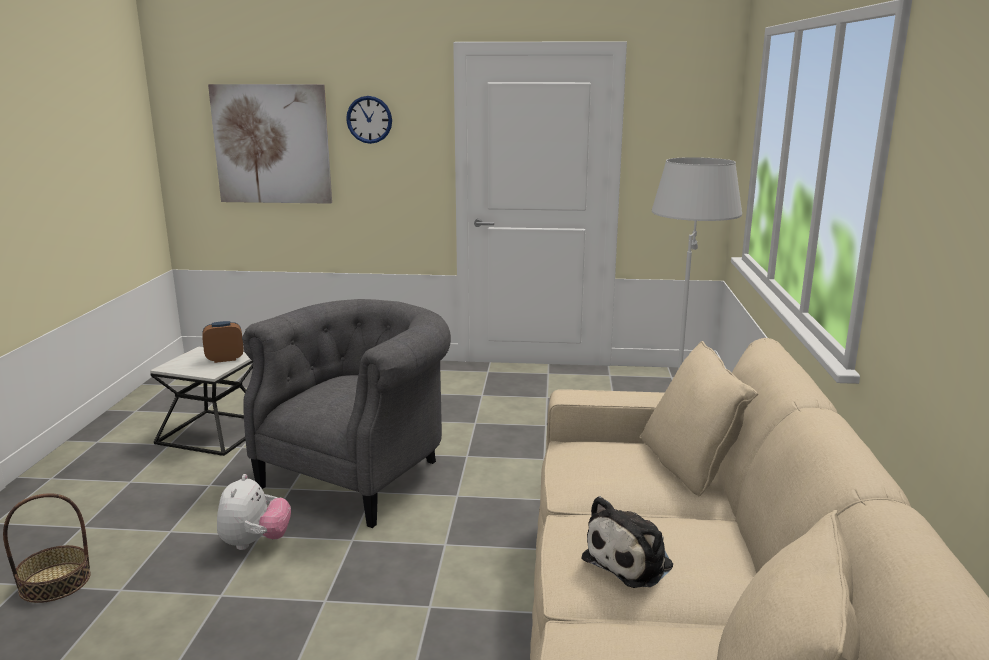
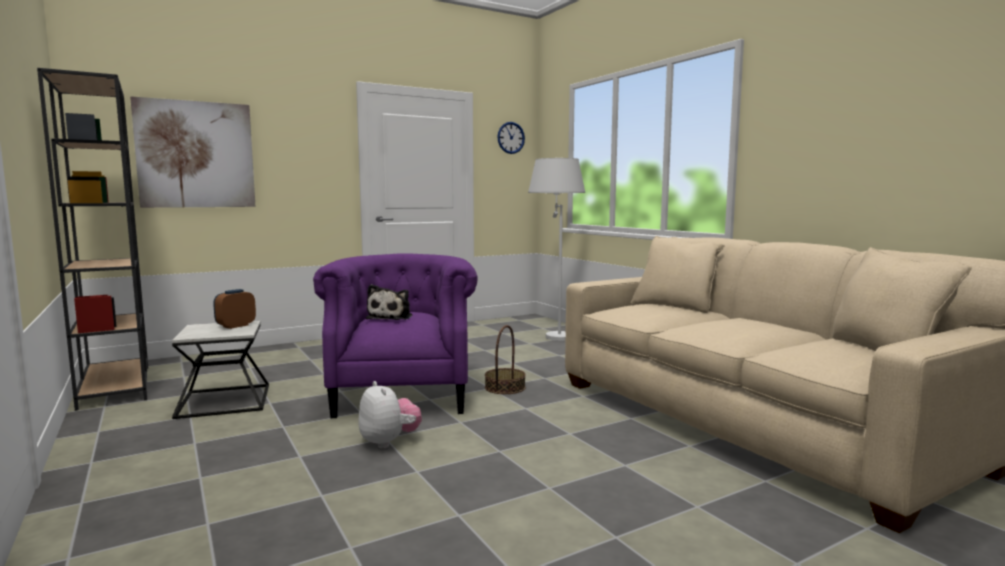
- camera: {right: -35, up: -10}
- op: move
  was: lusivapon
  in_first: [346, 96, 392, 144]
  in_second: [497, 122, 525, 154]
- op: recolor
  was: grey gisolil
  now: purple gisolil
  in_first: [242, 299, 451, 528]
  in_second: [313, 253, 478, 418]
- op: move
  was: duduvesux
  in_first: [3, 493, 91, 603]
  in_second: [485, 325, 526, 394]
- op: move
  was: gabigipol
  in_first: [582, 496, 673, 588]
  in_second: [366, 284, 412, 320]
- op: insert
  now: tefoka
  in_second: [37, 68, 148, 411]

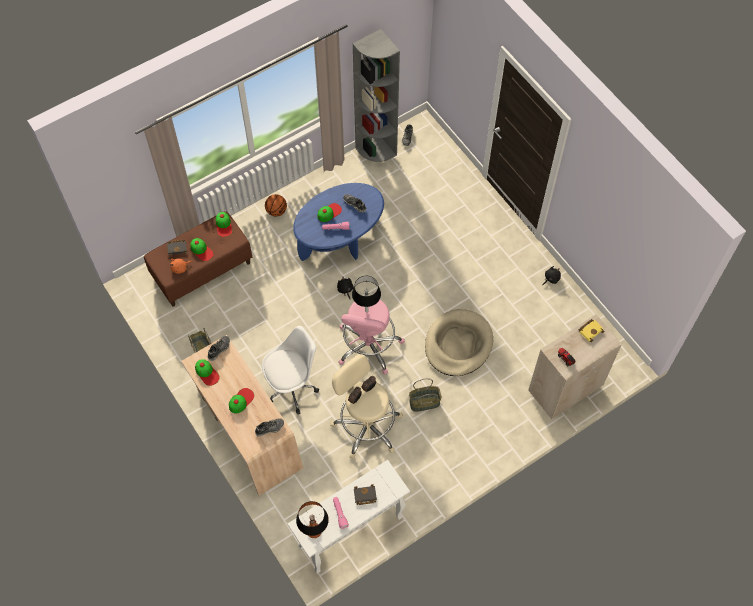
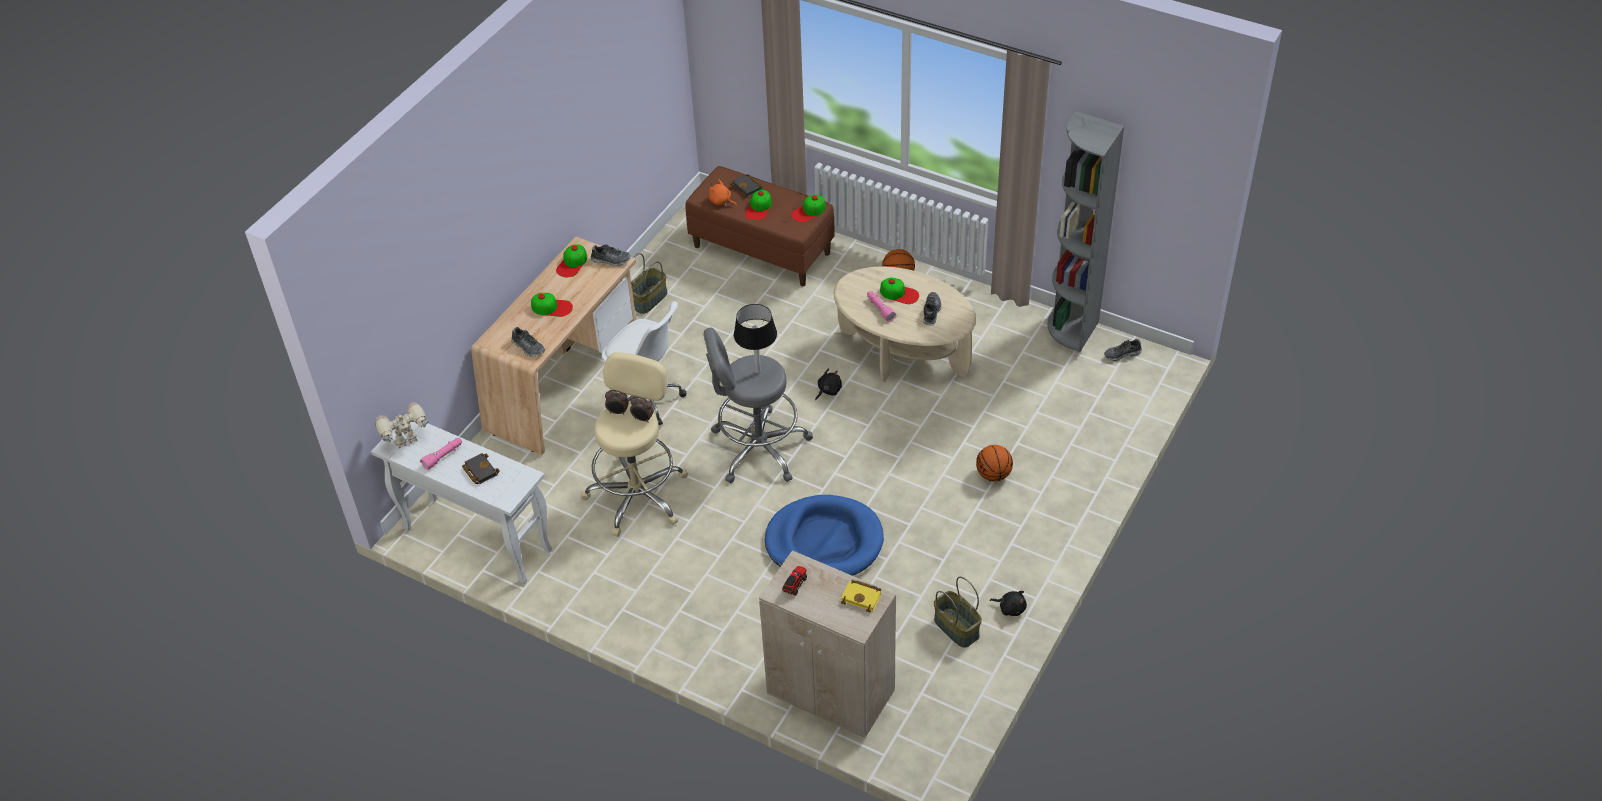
- camera: {right: 65, up: -15}
- op: recolor
  was: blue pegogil
  now: beige pegogil
  in_first: [293, 183, 384, 261]
  in_second: [834, 267, 976, 382]
- op: recolor
  was: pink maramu
  now: grey maramu
  in_first: [338, 300, 405, 374]
  in_second: [703, 327, 813, 483]
- op: recolor
  was: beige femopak
  now: blue femopak
  in_first: [425, 309, 493, 376]
  in_second: [765, 495, 884, 576]
- op: move
  was: duduvesux
  in_first: [409, 378, 442, 412]
  in_second: [934, 577, 982, 648]
- op: replace
  was: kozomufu
  now: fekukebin
  in_first: [296, 501, 329, 538]
  in_second: [375, 402, 428, 448]
- op: insert
  now: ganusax
  in_second: [976, 445, 1013, 481]

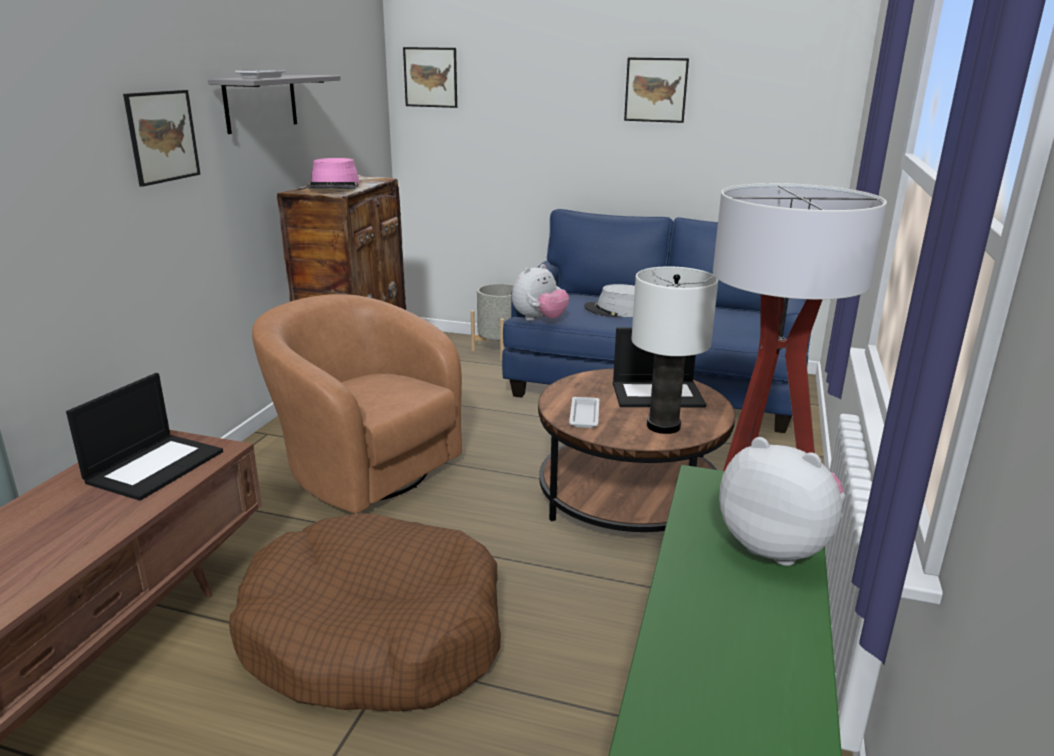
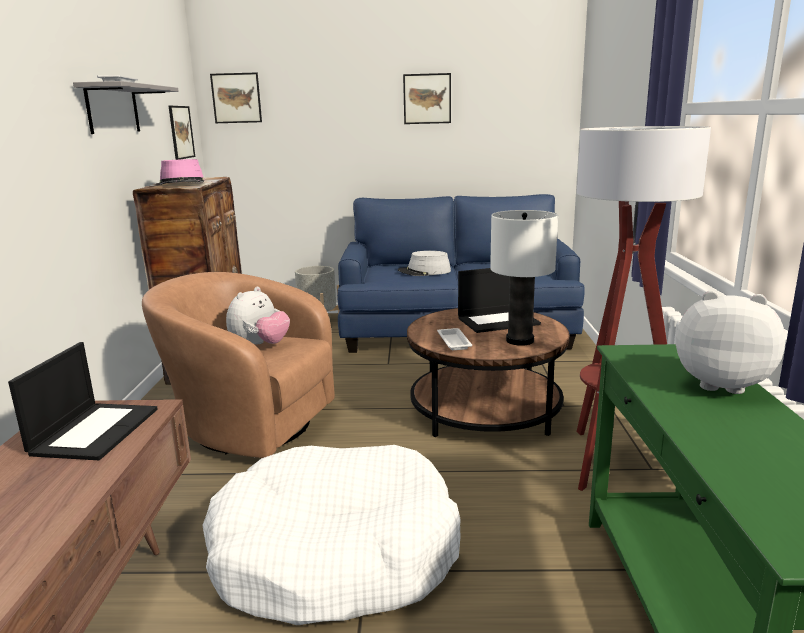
- camera: {right: -15, up: -5}
- op: move
  was: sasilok
  in_first: [123, 90, 200, 187]
  in_second: [169, 106, 195, 160]
- op: move
  was: gabigipol
  in_first: [512, 264, 570, 321]
  in_second: [226, 287, 290, 344]
- op: recolor
  was: brown femopak
  now: white femopak
  in_first: [229, 513, 501, 712]
  in_second: [202, 445, 461, 625]

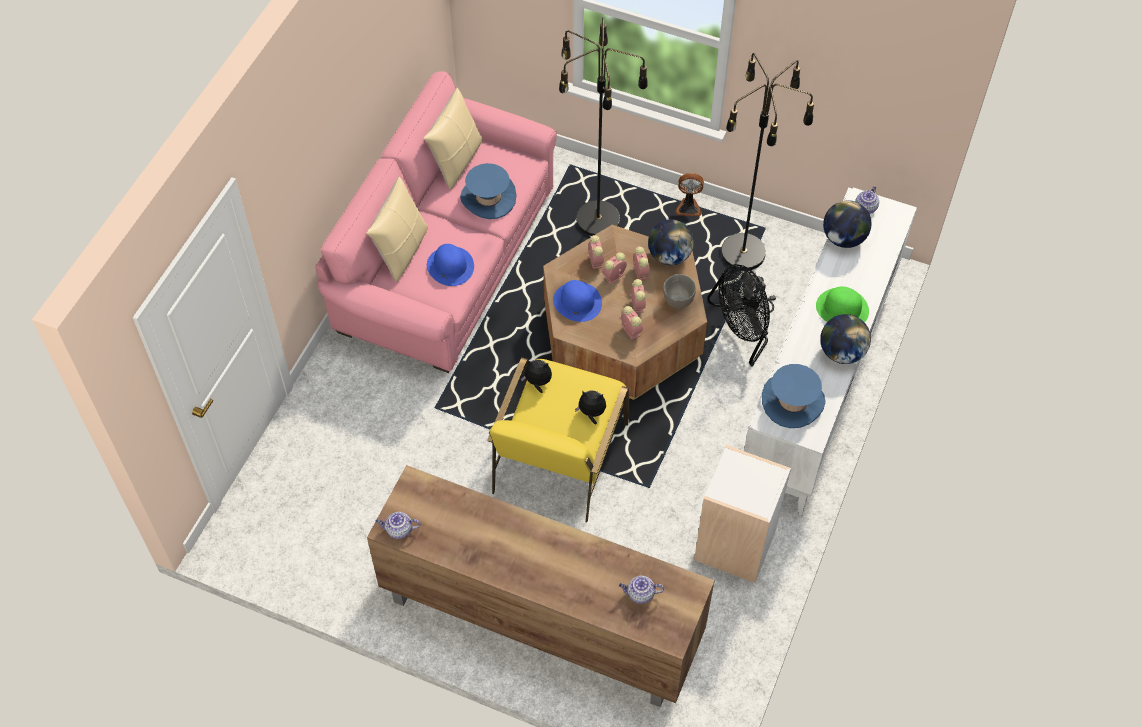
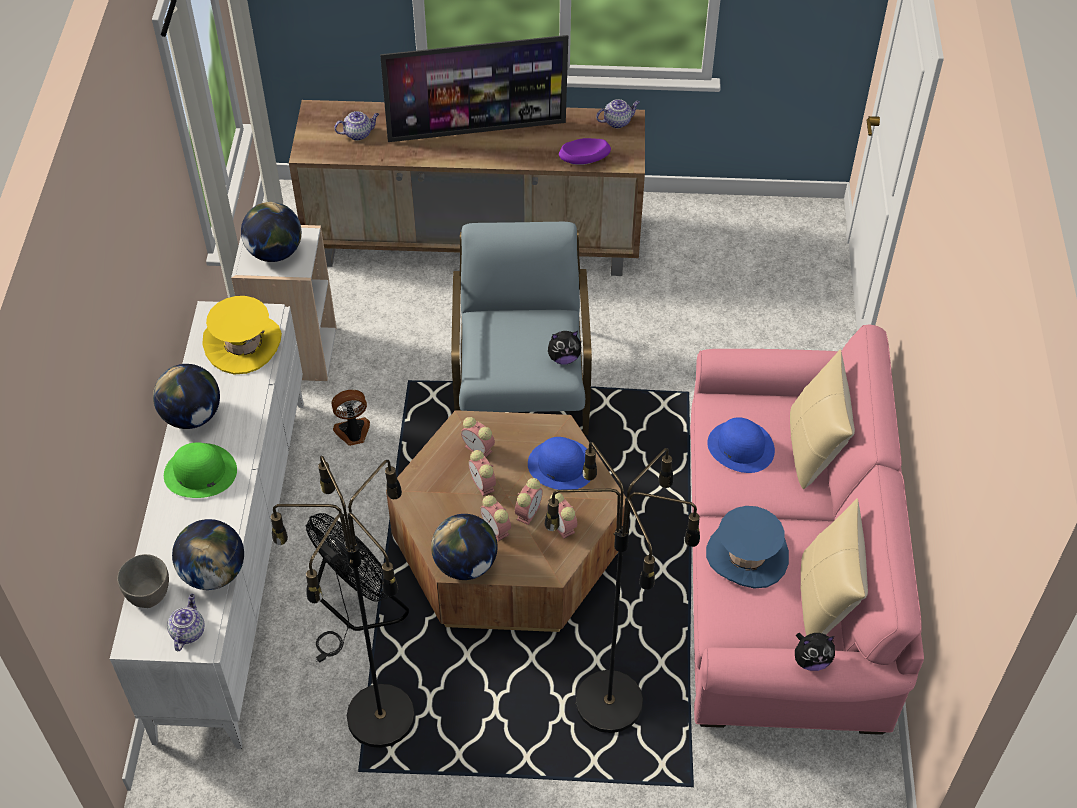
- camera: {right: 160, up: -5}
- op: move
  was: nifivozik
  in_first: [675, 173, 704, 216]
  in_second: [331, 390, 370, 446]
- op: move
  was: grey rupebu
  in_first: [663, 274, 696, 309]
  in_second: [117, 554, 169, 608]
- op: recolor
  was: yellow gisolil
  now: blue gisolil
  in_first: [487, 357, 629, 523]
  in_second: [451, 222, 592, 435]
- op: recolor
  was: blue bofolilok
  now: yellow bofolilok
  in_first: [762, 364, 826, 428]
  in_second: [202, 296, 282, 375]
- op: move
  was: gabigipol
  in_first: [575, 391, 606, 424]
  in_second: [795, 633, 835, 671]
- op: insert
  now: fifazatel
  in_second: [380, 35, 568, 142]
- op: insert
  now: purple rupebu
  in_second: [559, 138, 611, 165]
- op: insert
  now: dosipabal
  in_second: [241, 202, 302, 262]

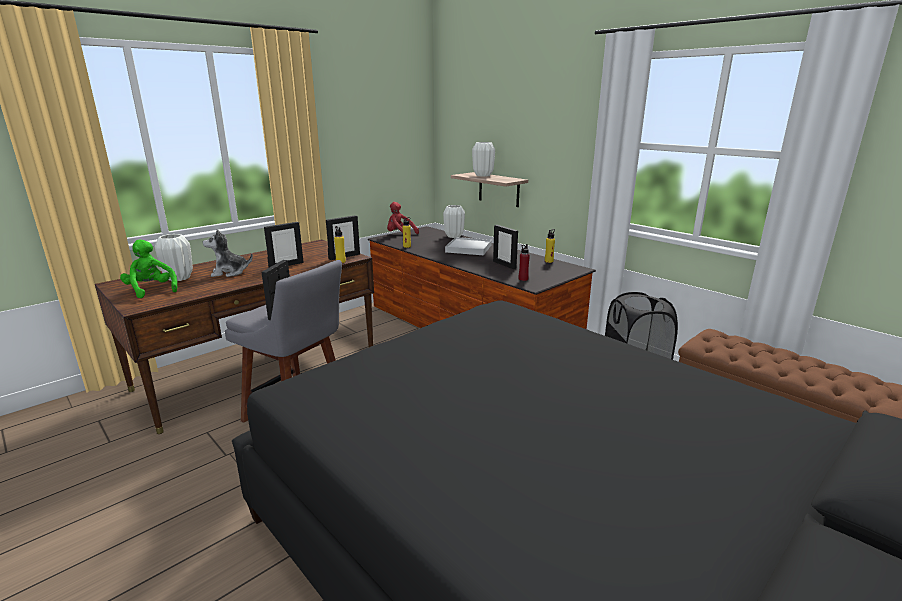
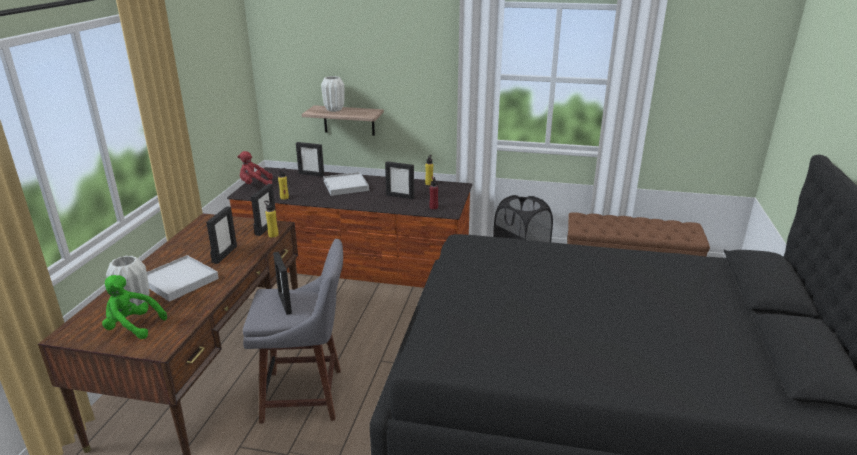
- camera: {right: -35, up: 5}
- op: replace
  was: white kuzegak
  now: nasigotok
  in_first: [443, 205, 465, 238]
  in_second: [296, 142, 324, 177]
- op: replace
  was: gabigipol
  now: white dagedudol
  in_first: [203, 229, 253, 277]
  in_second: [147, 255, 219, 302]

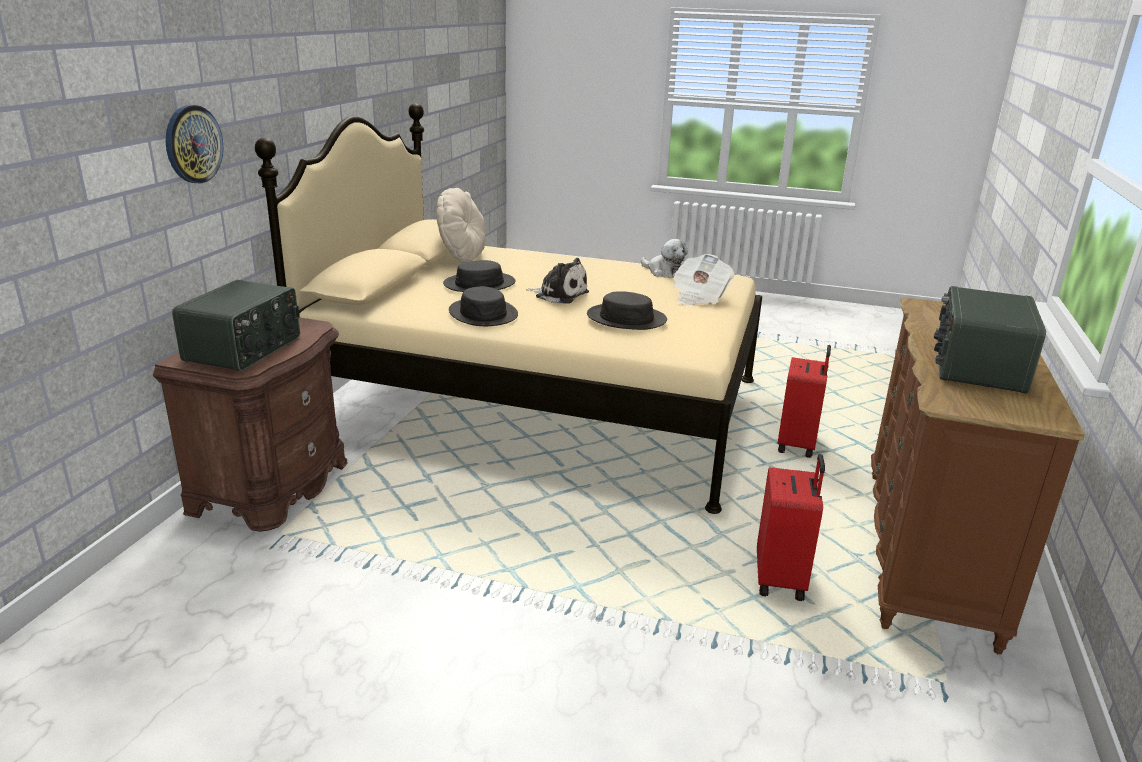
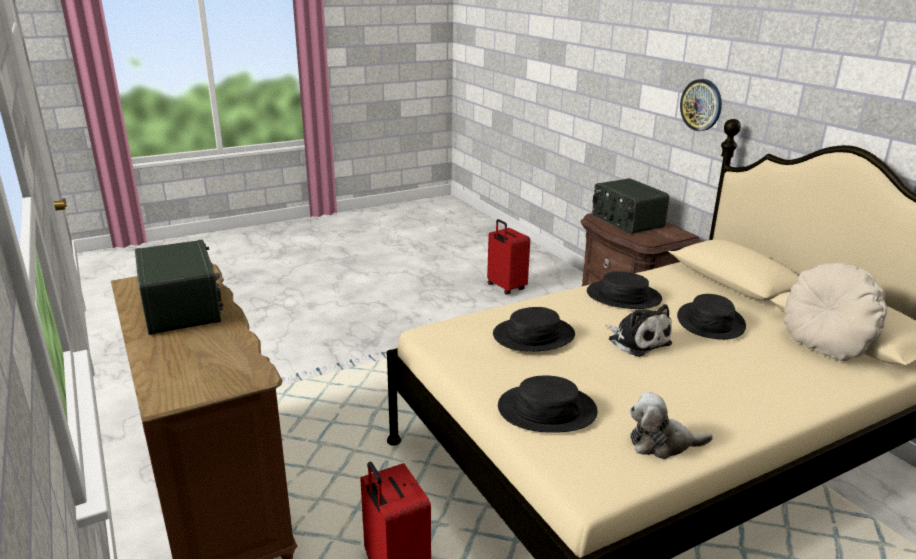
- camera: {right: 135, up: 0}
- op: replace
  was: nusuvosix
  now: black bofolilok
  in_first: [673, 254, 734, 305]
  in_second: [498, 376, 598, 433]
- op: rotate
  was: gabigipol
  in_first: [526, 258, 589, 304]
  in_second: [605, 304, 672, 357]
  clockwise: -105
- op: move
  was: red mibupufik
  in_first: [757, 454, 825, 601]
  in_second: [487, 219, 530, 294]

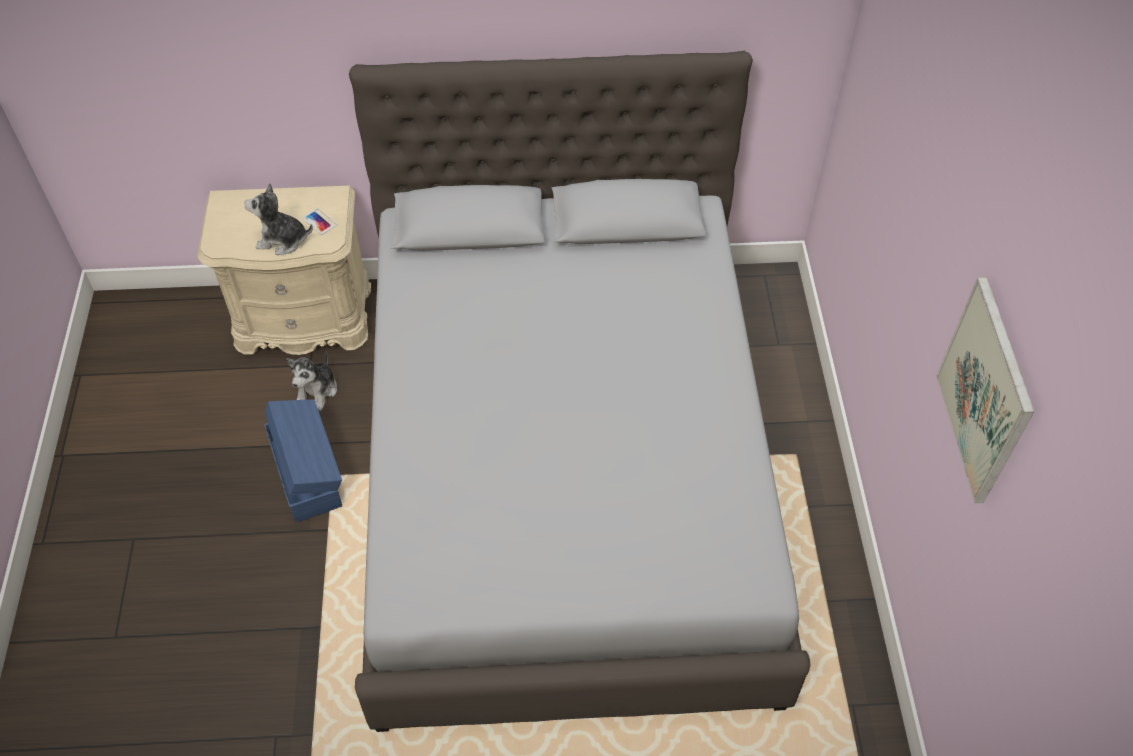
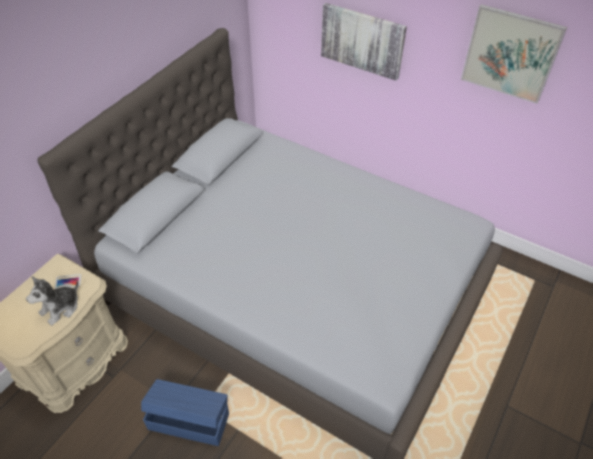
- camera: {right: -55, up: -5}
- op: delete
  was: gabigipol
  in_first: [286, 352, 337, 411]
- op: insert
  now: sasilok
  in_second: [321, 3, 407, 81]

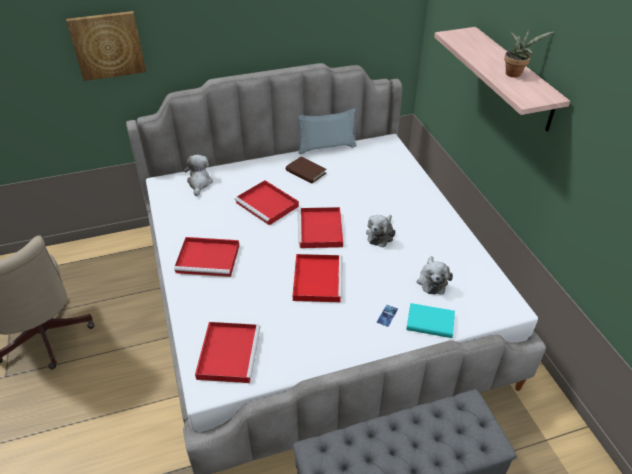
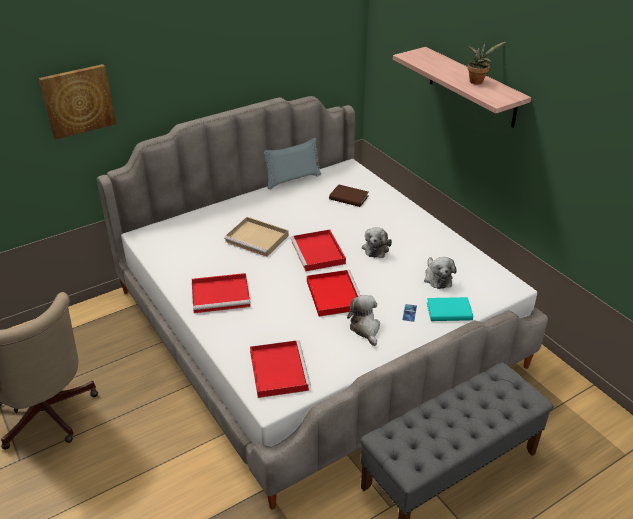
- camera: {right: -15, up: -5}
- op: move
  was: gabigipol
  in_first: [184, 155, 213, 196]
  in_second: [347, 295, 380, 346]
- op: move
  was: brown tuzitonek
  in_first: [286, 157, 326, 184]
  in_second: [329, 184, 369, 207]
- op: recolor
  was: red dagedudol
  now: beige dagedudol
  in_first: [235, 180, 299, 225]
  in_second: [224, 217, 289, 257]

